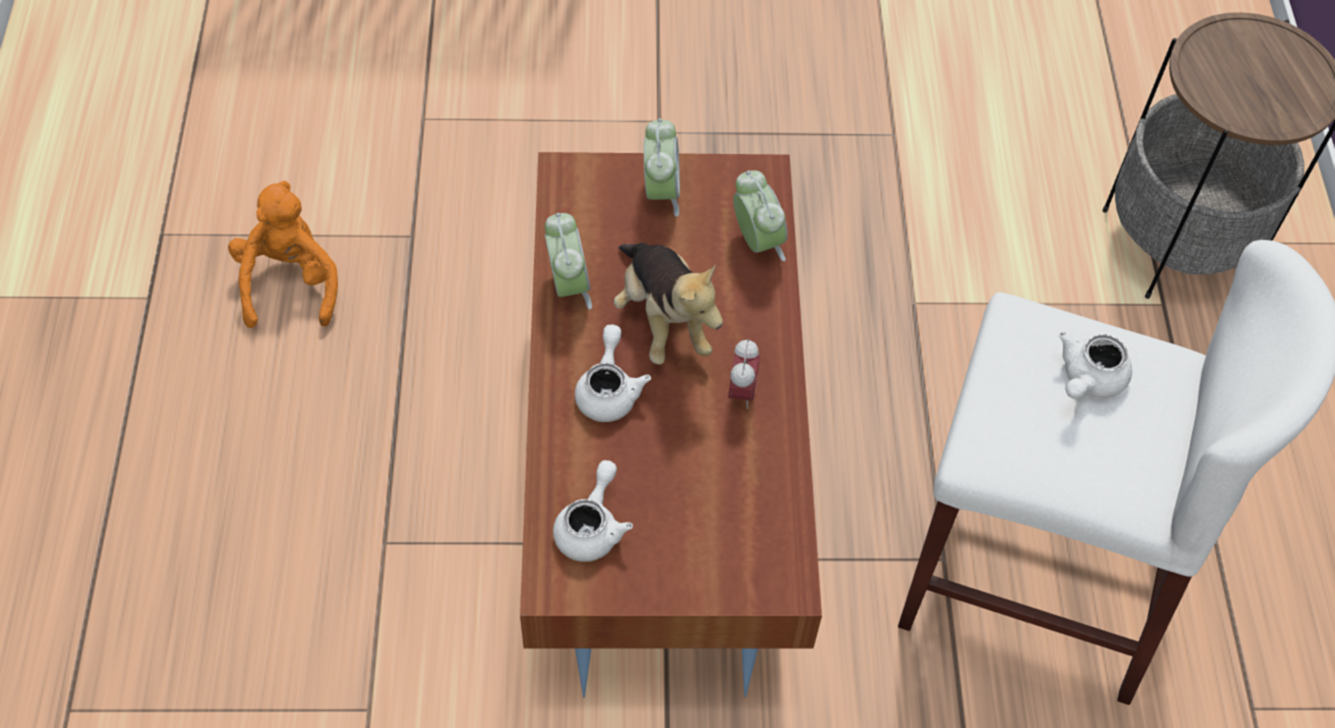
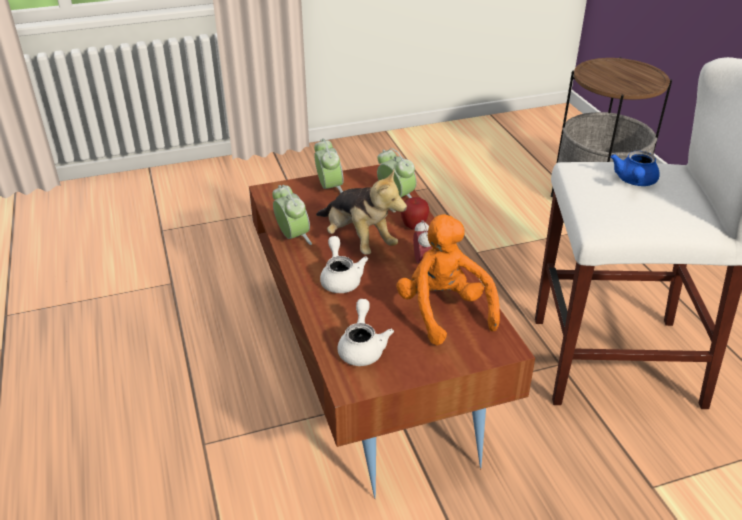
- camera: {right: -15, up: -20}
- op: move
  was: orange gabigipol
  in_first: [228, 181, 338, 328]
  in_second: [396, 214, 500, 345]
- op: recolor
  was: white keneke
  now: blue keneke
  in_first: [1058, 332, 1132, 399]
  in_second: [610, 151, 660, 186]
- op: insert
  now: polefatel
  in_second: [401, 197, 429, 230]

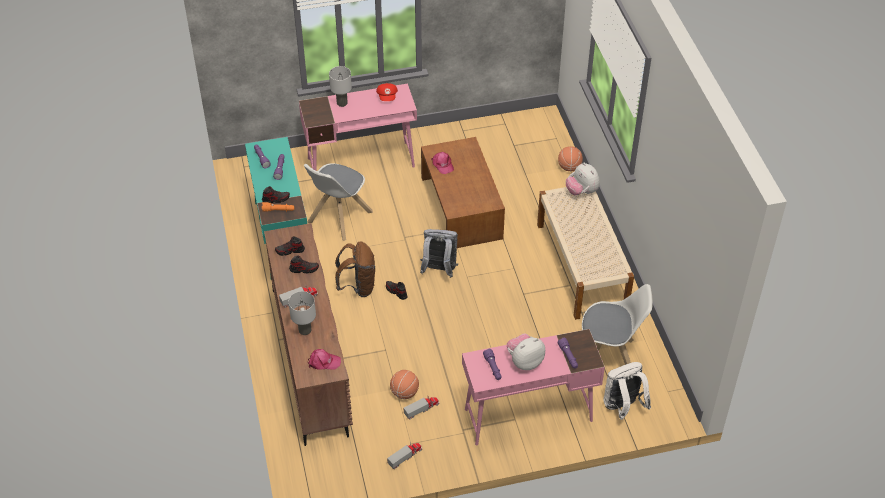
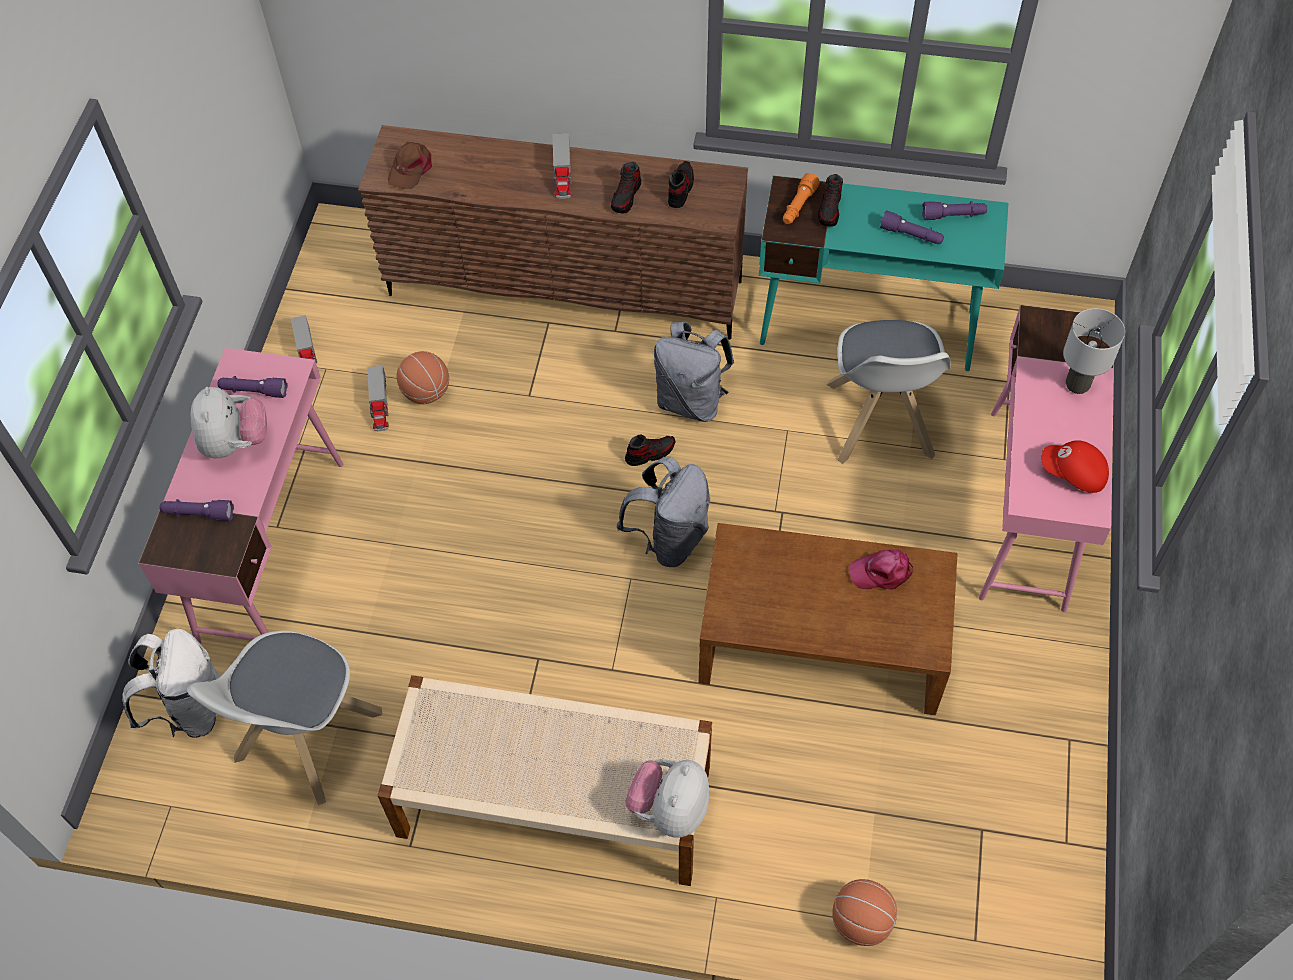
- camera: {right: 115, up: 10}
- op: rotate
  was: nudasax
  in_first: [303, 163, 373, 241]
  in_second: [827, 320, 951, 464]
  clockwise: -150
- op: rotate
  was: gabigipol
  in_first: [566, 163, 600, 196]
  in_second: [625, 759, 709, 838]
  clockwise: -60
- op: recolor
  was: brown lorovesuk
  now: grey lorovesuk
  in_first: [335, 241, 375, 297]
  in_second: [654, 321, 734, 422]
- op: delete
  was: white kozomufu
  in_first: [289, 291, 316, 335]
- op: recolor
  was: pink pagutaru
  now: brown pagutaru
  in_first: [308, 349, 341, 370]
  in_second: [388, 142, 432, 189]

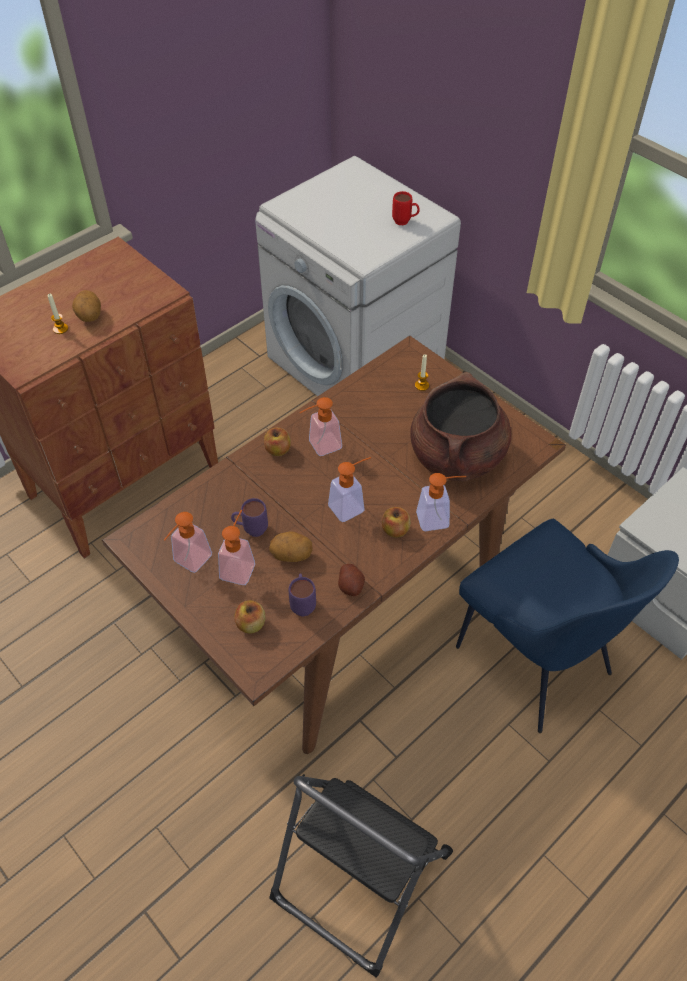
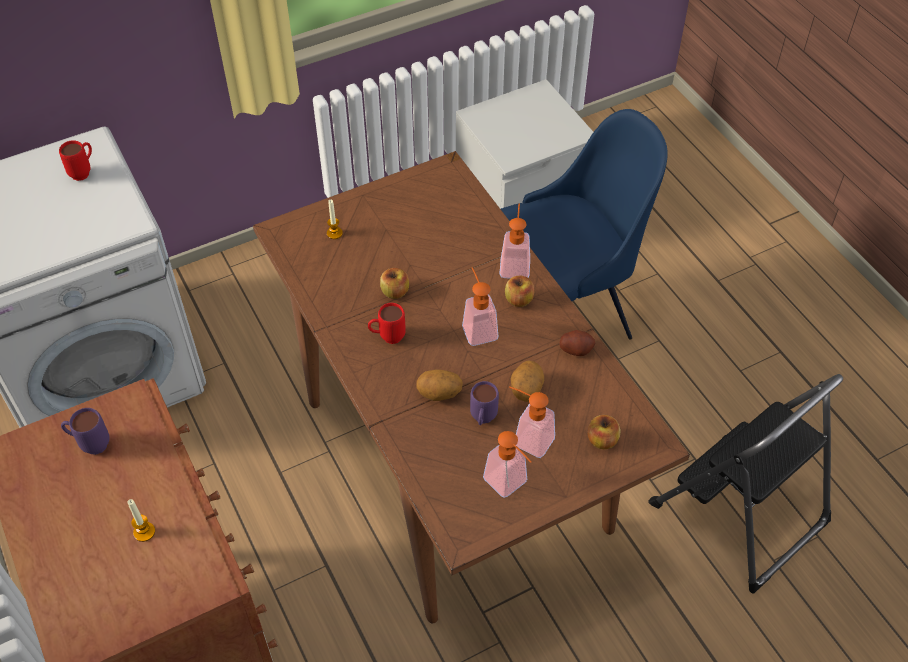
- camera: {right: -75, up: 0}
- op: move
  was: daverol
  in_first: [72, 290, 101, 322]
  in_second: [416, 369, 463, 401]
- op: delete
  was: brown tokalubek
  in_first: [410, 372, 511, 481]
- op: replace
  was: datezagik
  now: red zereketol
  in_first: [300, 397, 342, 456]
  in_second: [368, 303, 406, 344]
- op: move
  was: polefatel
  in_first: [264, 428, 291, 456]
  in_second: [380, 268, 409, 299]
- op: move
  was: purple zereketol
  in_first: [289, 573, 316, 617]
  in_second: [61, 408, 110, 455]

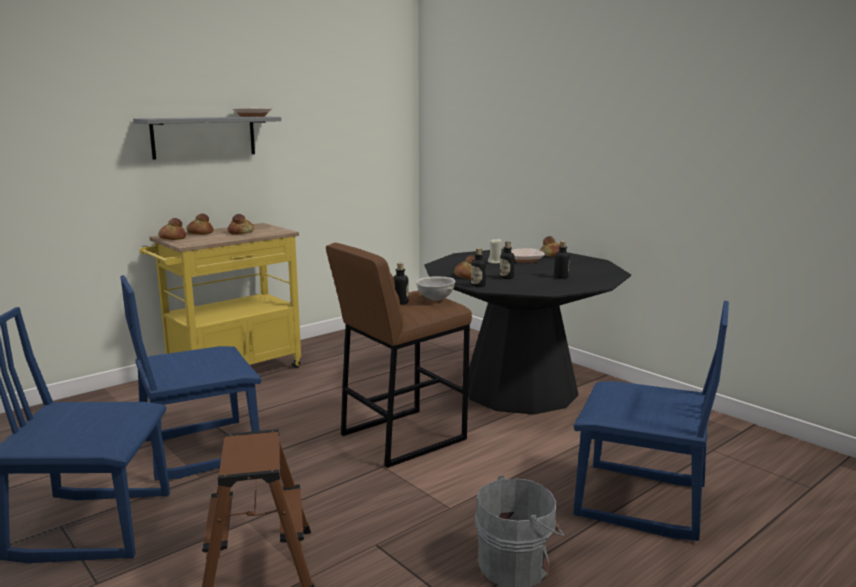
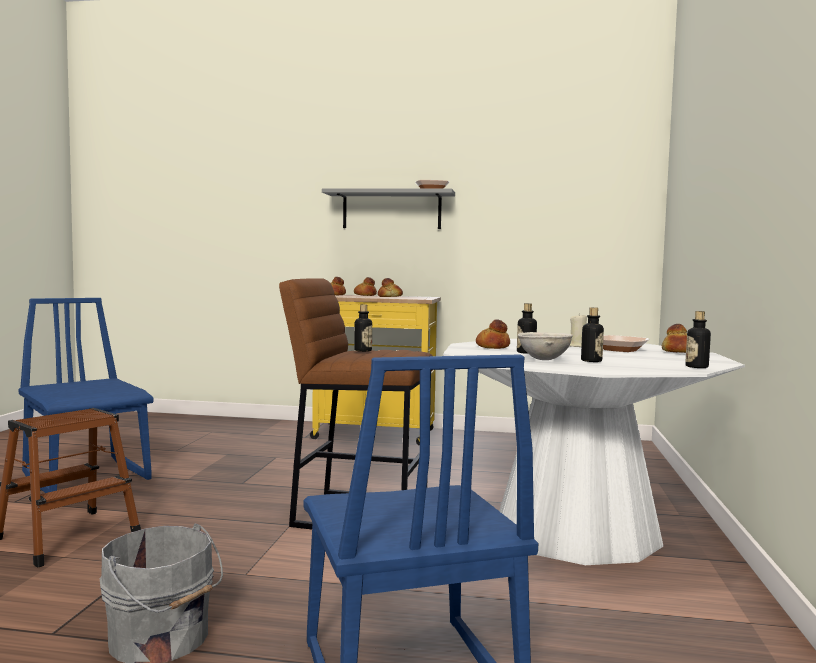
- camera: {right: 50, up: -10}
- op: move
  was: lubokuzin
  in_first: [471, 248, 486, 287]
  in_second: [685, 311, 711, 368]
- op: recolor
  was: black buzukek
  now: white buzukek
  in_first: [425, 249, 631, 415]
  in_second: [443, 339, 745, 565]
- op: delete
  was: blue nudasax
  in_first: [120, 275, 262, 481]
- op: move
  was: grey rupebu
  in_first: [416, 276, 455, 301]
  in_second: [518, 332, 573, 360]

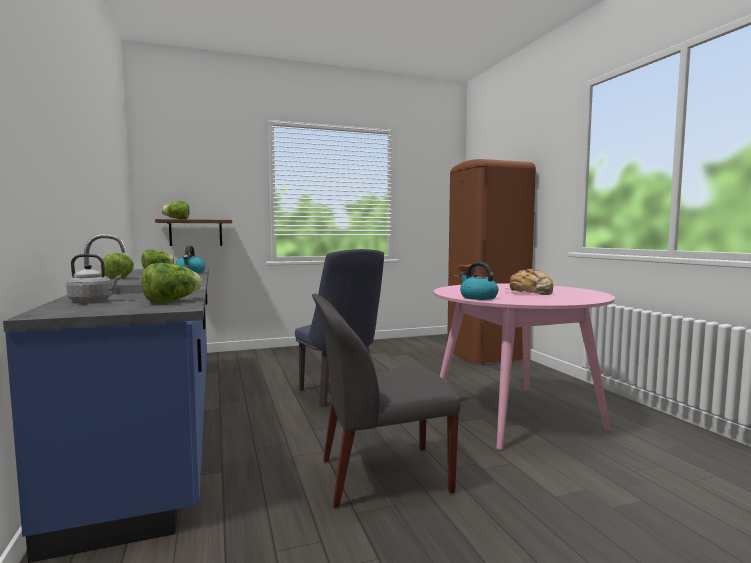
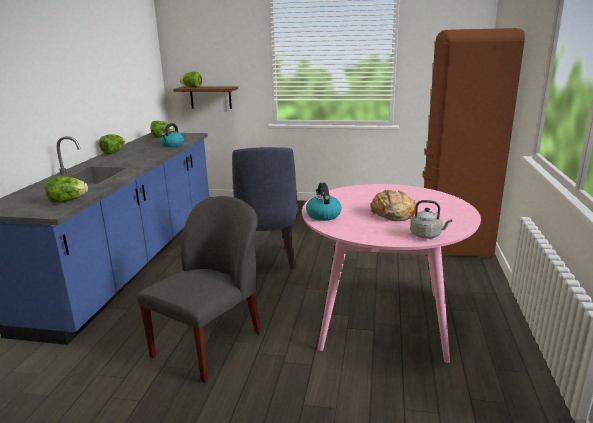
- camera: {right: 30, up: 15}
- op: move
  was: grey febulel
  in_first: [66, 254, 121, 303]
  in_second: [410, 200, 452, 239]
- op: rotate
  was: grey nudasax
  in_first: [312, 294, 461, 508]
  in_second: [137, 196, 261, 383]
  clockwise: 105

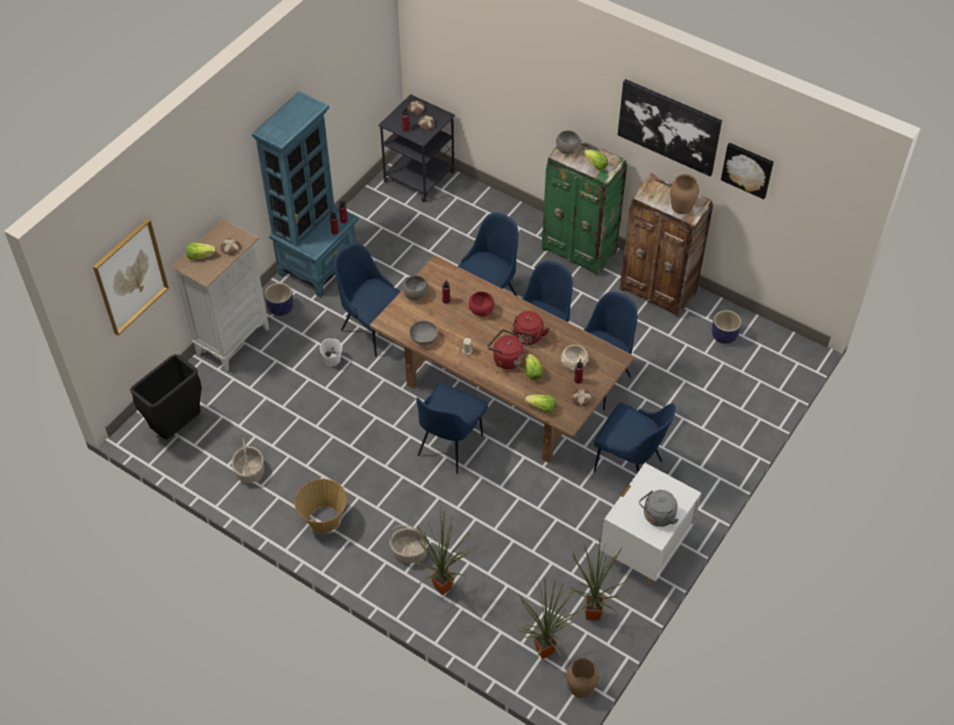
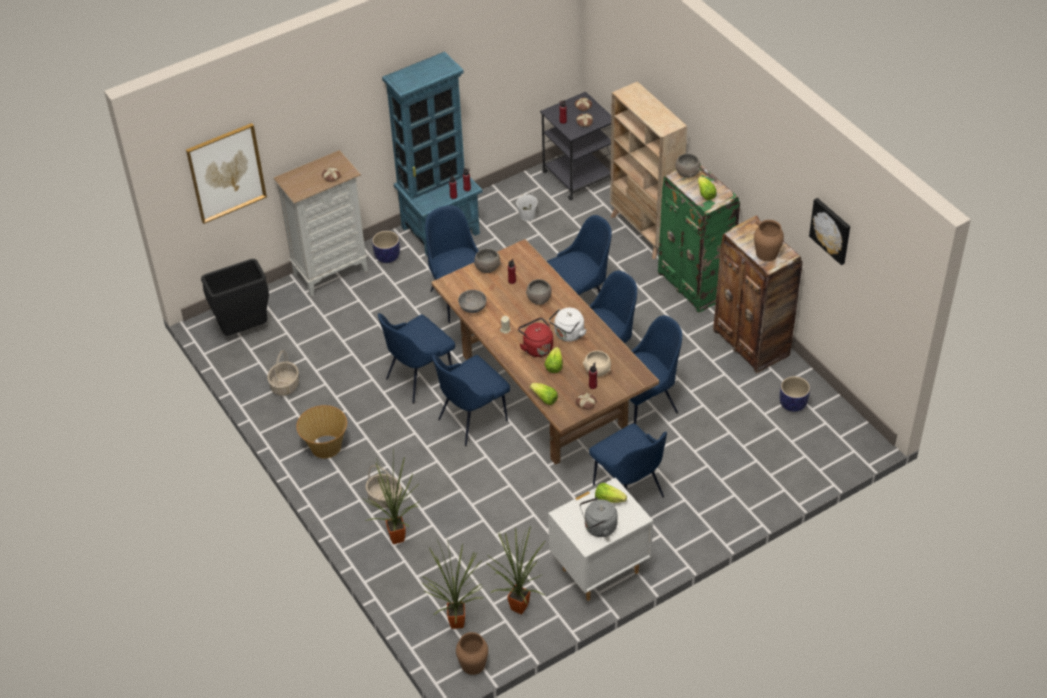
- camera: {right: 25, up: -5}
- op: delete
  was: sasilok
  in_first: [618, 79, 722, 176]
- op: move
  was: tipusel
  in_first: [186, 242, 217, 260]
  in_second: [595, 483, 627, 503]
- op: recolor
  was: red rupebu
  now: grey rupebu
  in_first: [469, 291, 494, 317]
  in_second: [526, 279, 551, 305]
- op: recolor
  was: red febulel
  now: white febulel
  in_first: [511, 311, 550, 345]
  in_second: [549, 308, 587, 342]
- op: move
  was: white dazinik
  in_first: [320, 338, 342, 366]
  in_second: [516, 192, 537, 221]
- op: insert
  now: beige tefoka
  in_second: [610, 81, 687, 259]
- op: insert
  now: blue nudasax
  in_second: [378, 313, 455, 404]

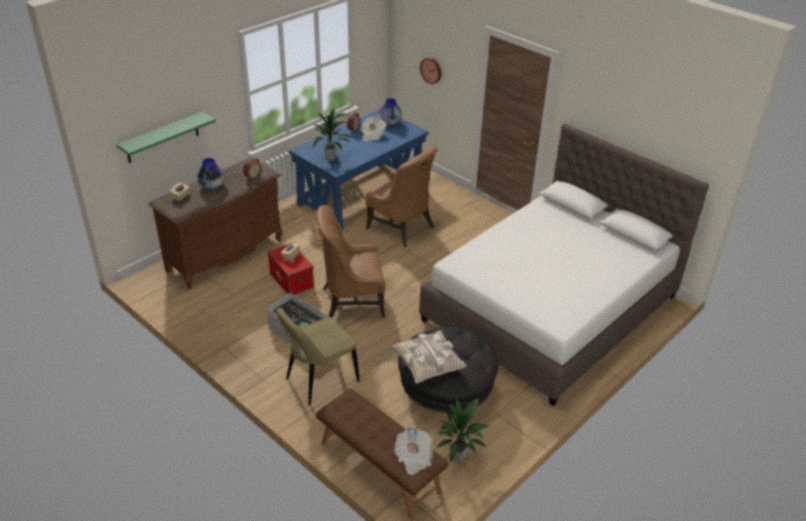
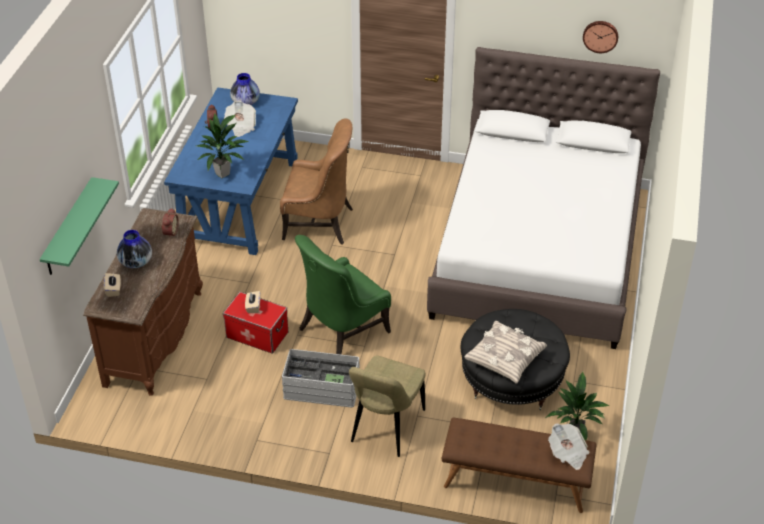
- camera: {right: -30, up: 5}
- op: move
  was: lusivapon
  in_first: [420, 57, 441, 84]
  in_second: [583, 21, 618, 53]
- op: recolor
  was: brown nudasax
  now: green nudasax
  in_first: [316, 205, 385, 318]
  in_second: [295, 235, 391, 355]

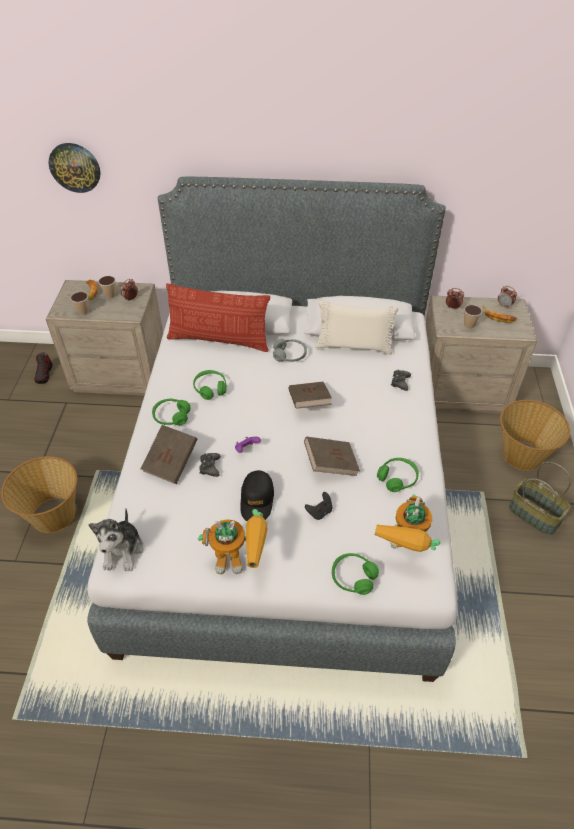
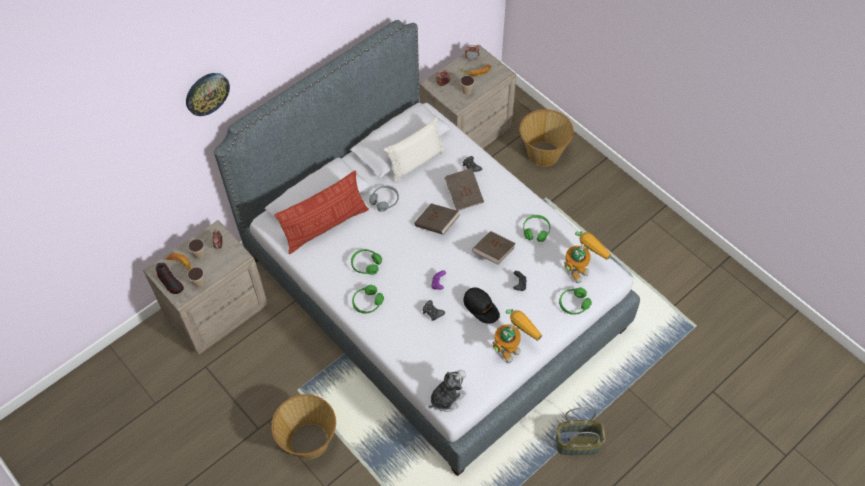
- camera: {right: -45, up: 10}
- op: move
  was: lusivapon
  in_first: [49, 143, 101, 193]
  in_second: [186, 73, 230, 116]
- op: move
  was: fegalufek
  in_first: [34, 352, 53, 384]
  in_second: [156, 263, 184, 294]
- op: move
  was: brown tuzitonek
  in_first: [141, 425, 198, 484]
  in_second: [445, 168, 484, 211]
- op: move
  was: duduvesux
  in_first: [509, 462, 571, 535]
  in_second: [556, 407, 606, 455]
- op: rotate
  was: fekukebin
  in_first: [375, 494, 440, 552]
  in_second: [564, 231, 611, 283]
  clockwise: -105
- op: rotate
  was: gabigipol
  in_first: [88, 508, 144, 571]
  in_second: [428, 370, 466, 412]
  clockwise: -90

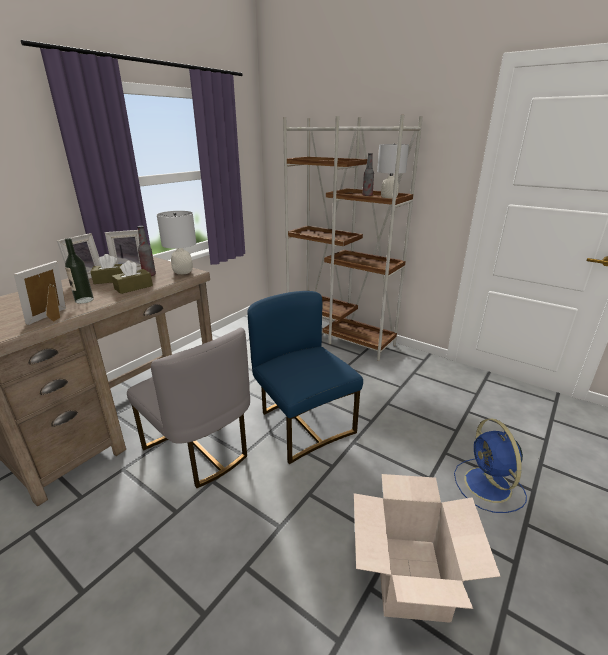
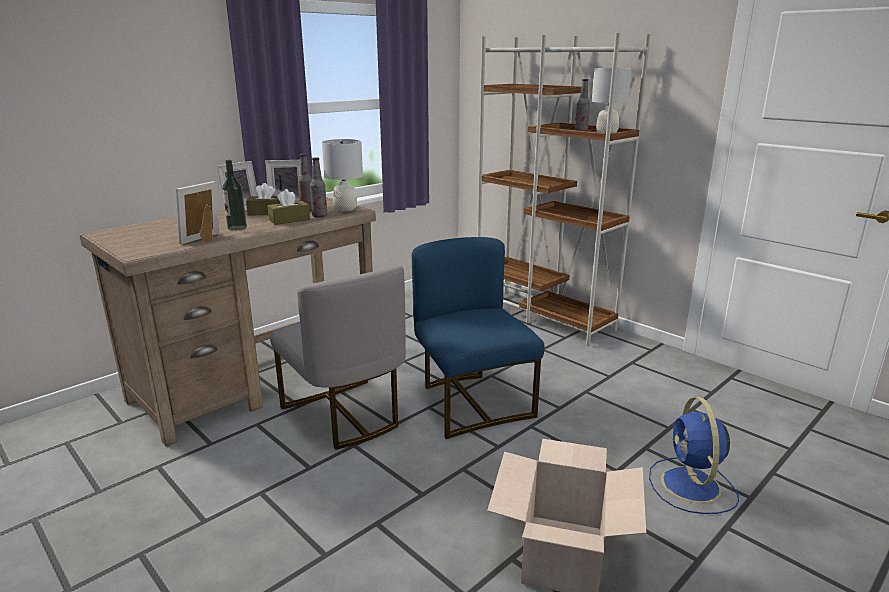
- camera: {right: 10, up: -5}
- op: insert
  now: lubokuzin
  in_second: [310, 157, 327, 218]

